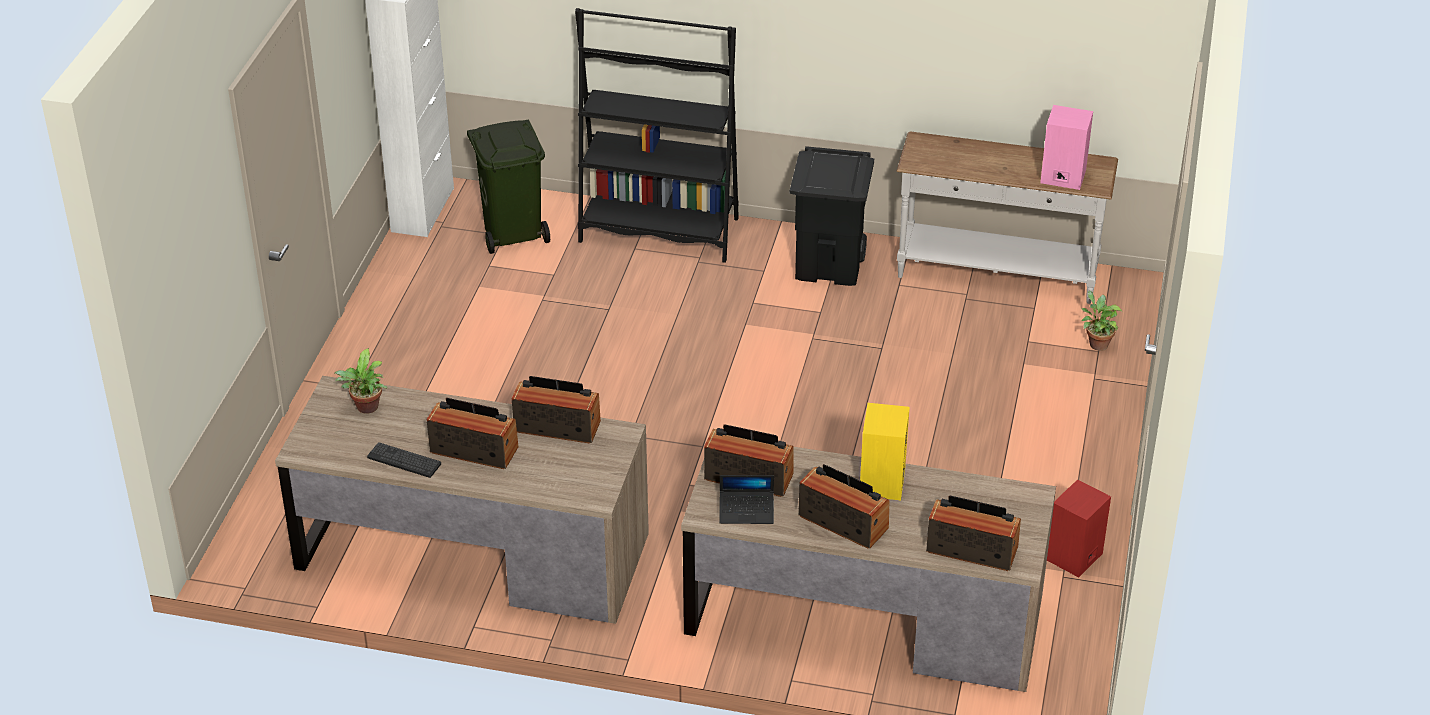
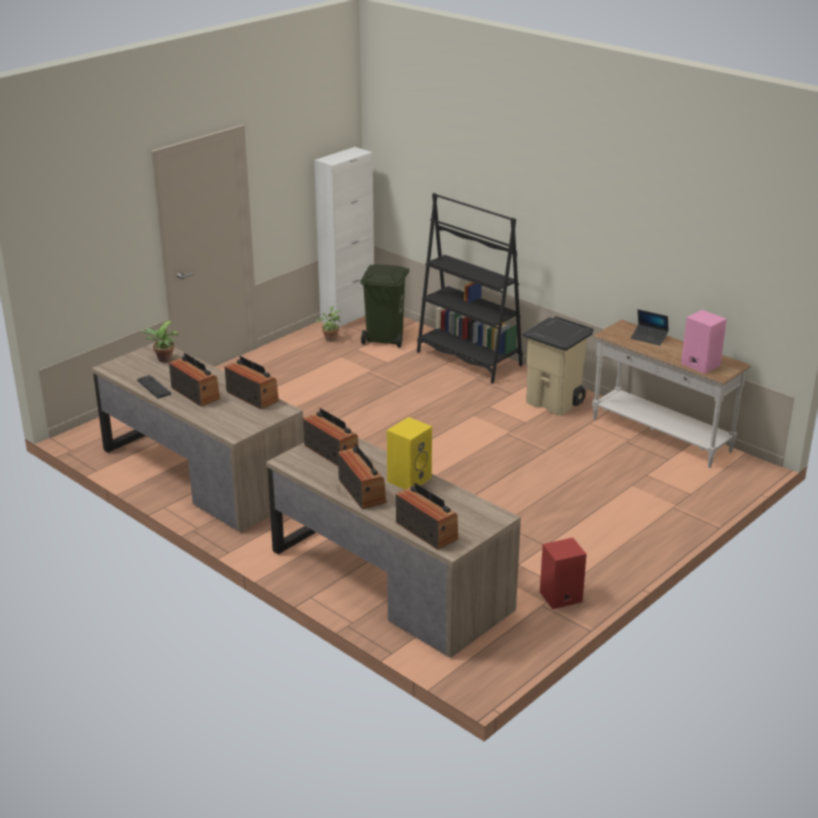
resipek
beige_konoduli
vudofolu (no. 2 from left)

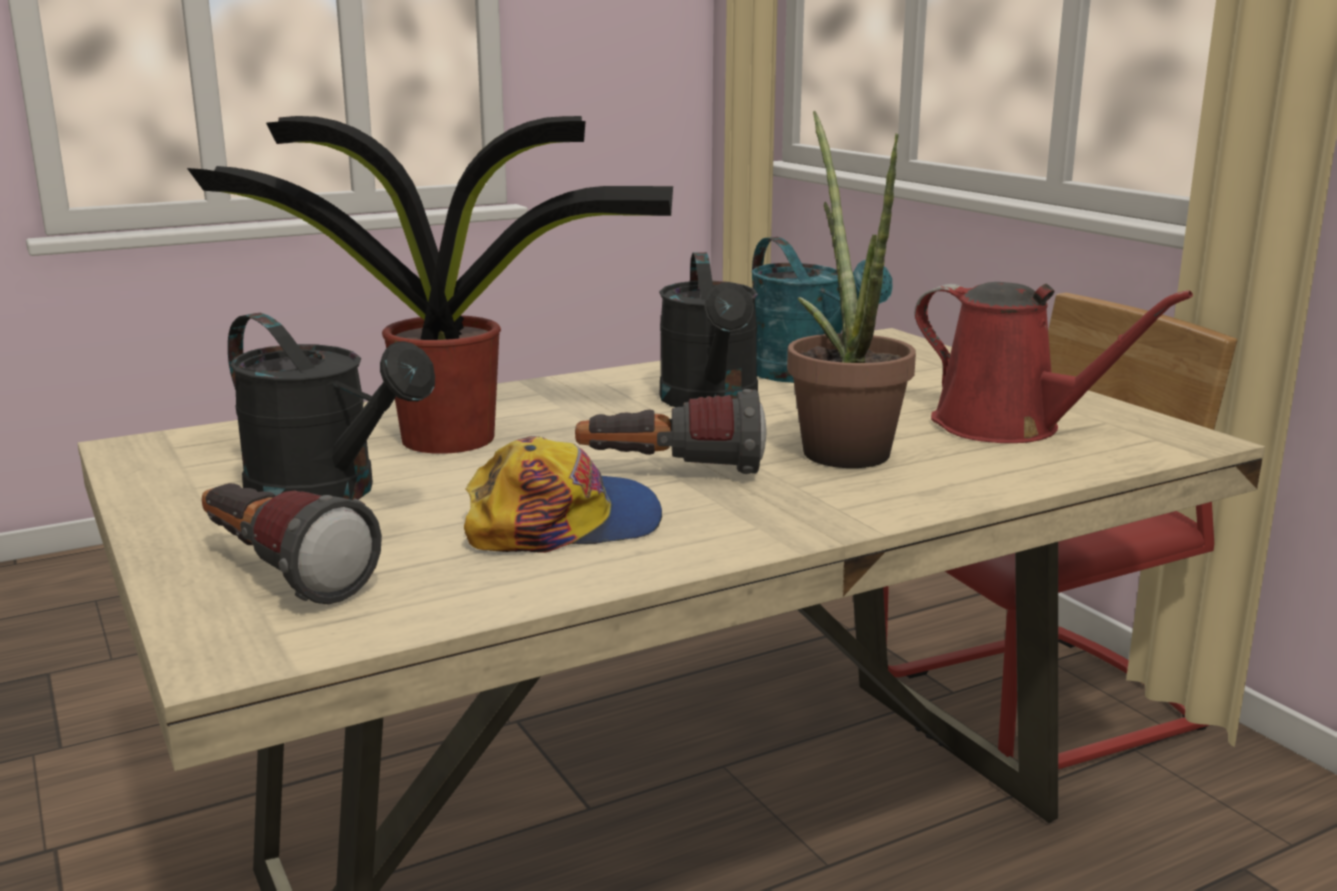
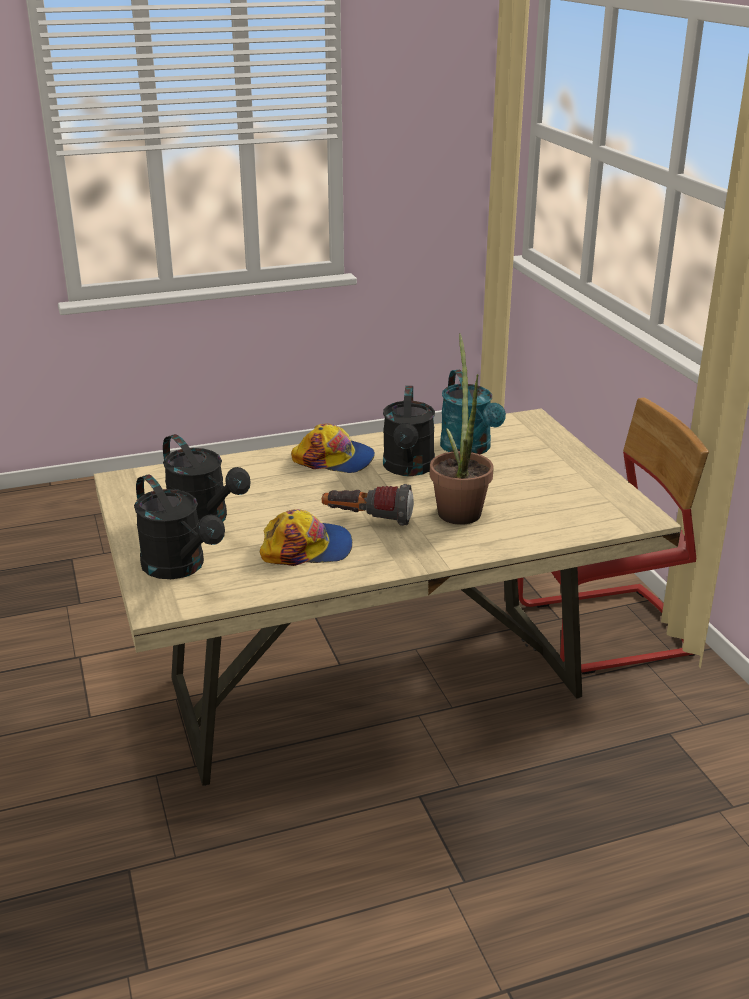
vudofolu (no. 1 from left in the first image)
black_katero (no. 1 from left)
red_katero
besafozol (no. 2 from left)

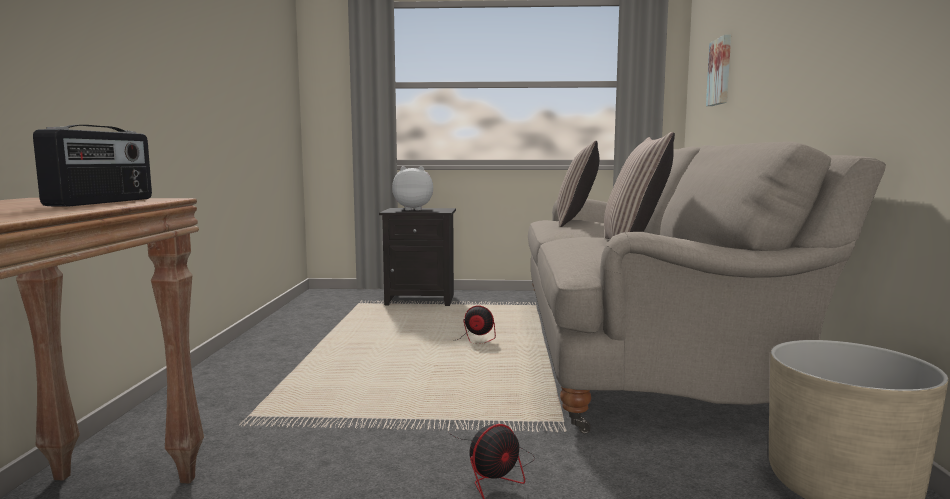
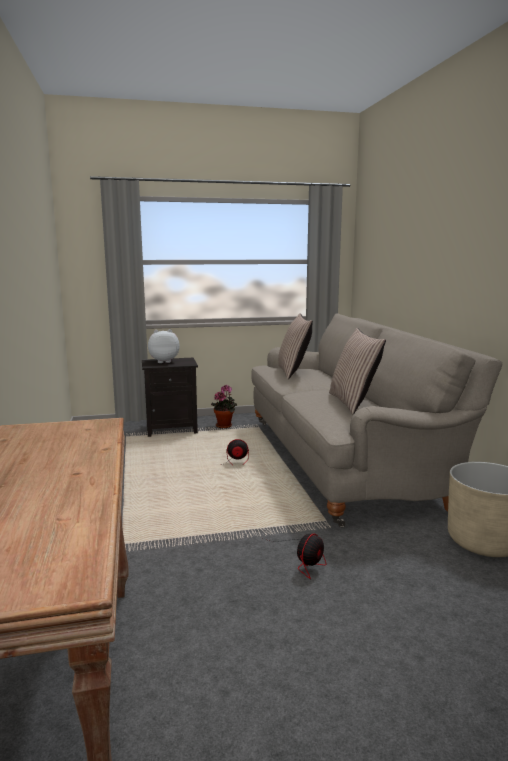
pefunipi
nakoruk
vudofolu

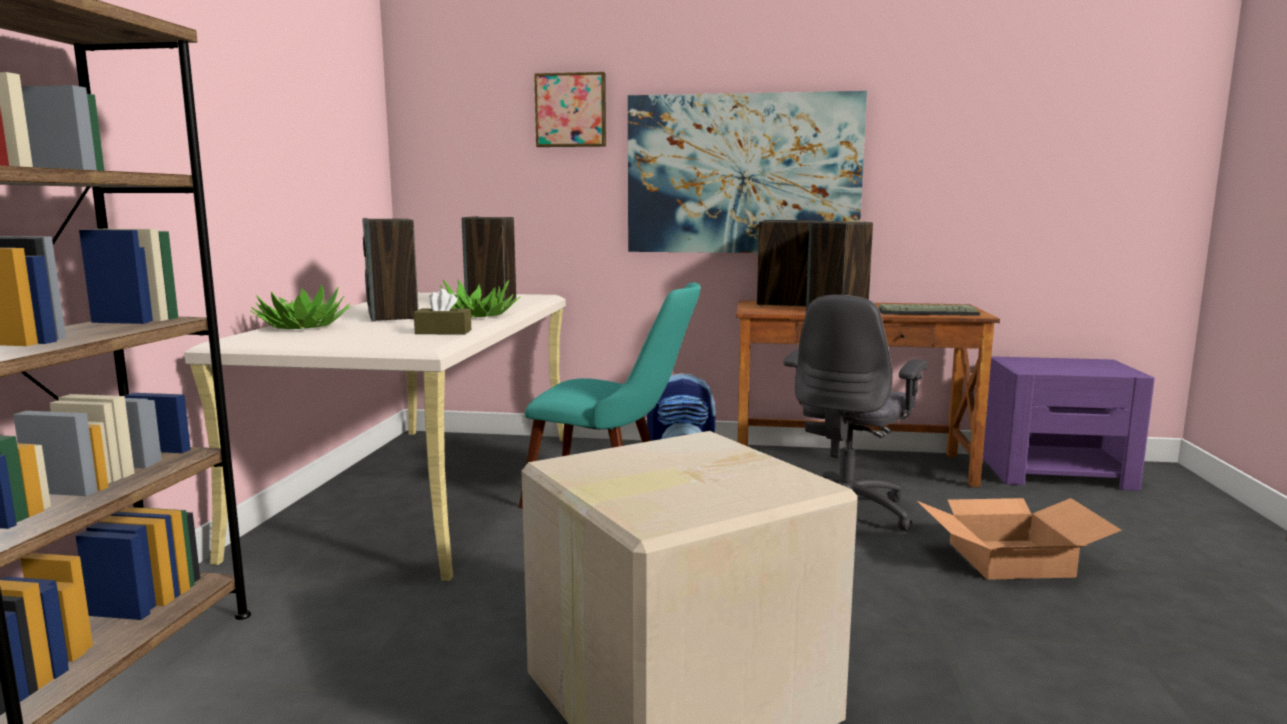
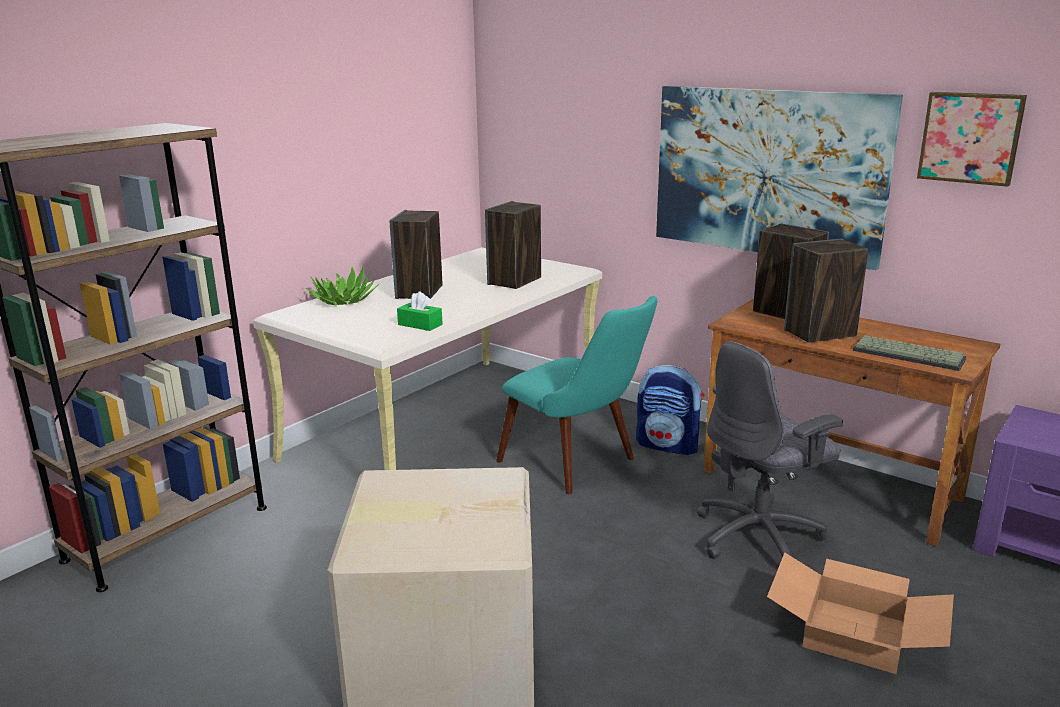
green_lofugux
vudofolu (no. 2 from left in the first image)
nakoruk (no. 2 from left)

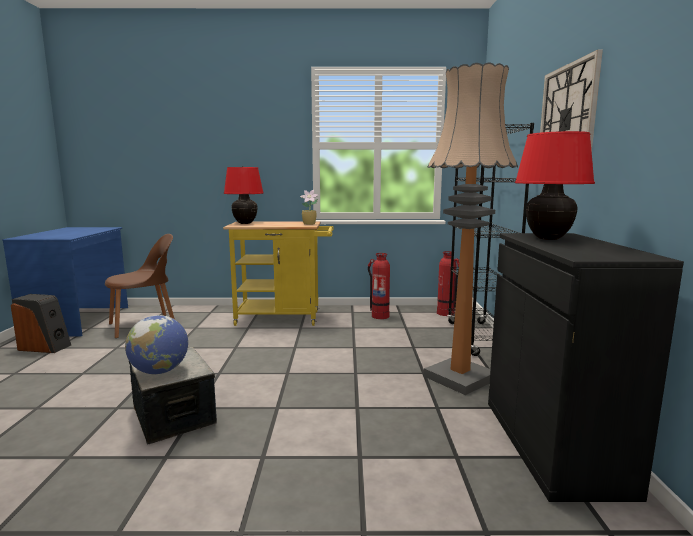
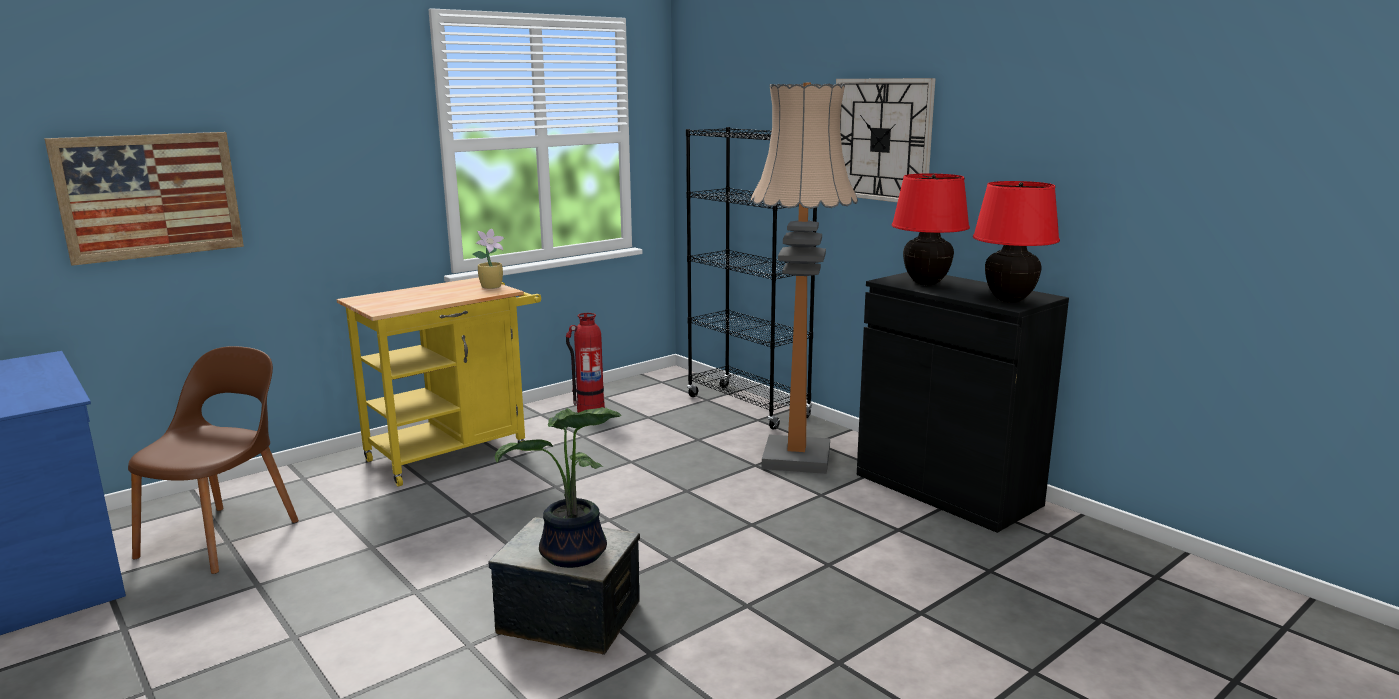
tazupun
vudofolu (no. 2 from left)
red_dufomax (no. 2 from left)
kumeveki (no. 2 from left in the first image)
nakoruk

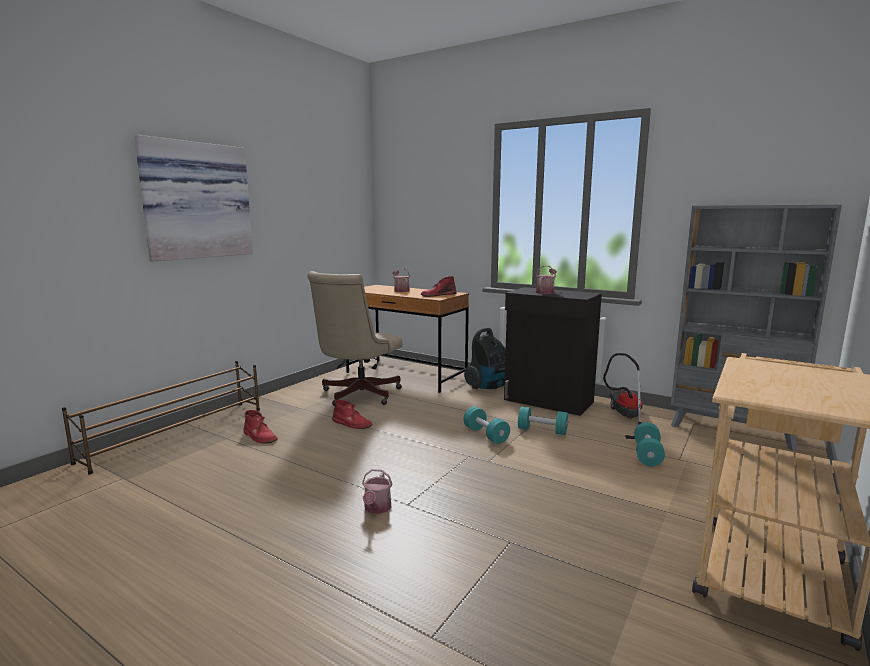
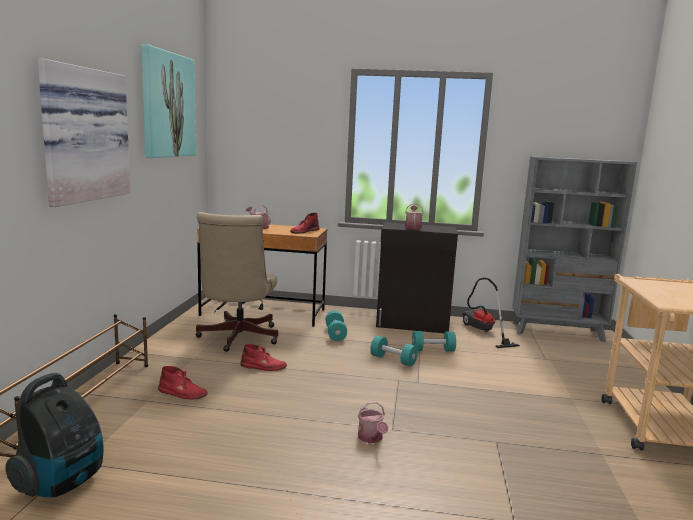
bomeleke (no. 1 from left)
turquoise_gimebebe (no. 1 from left)
nakoruk (no. 2 from left)

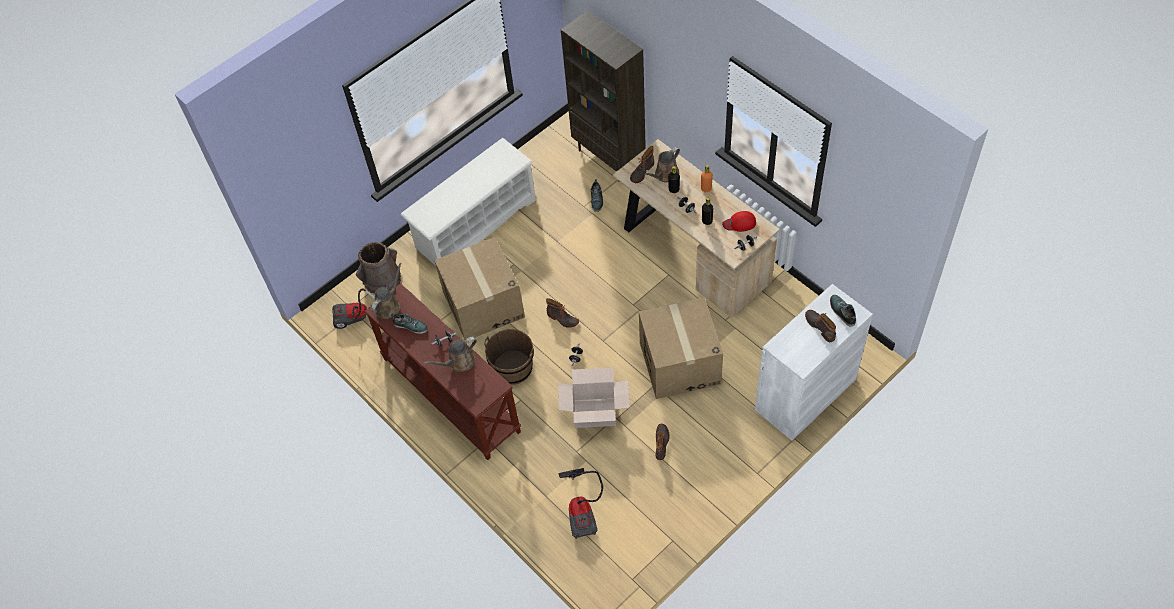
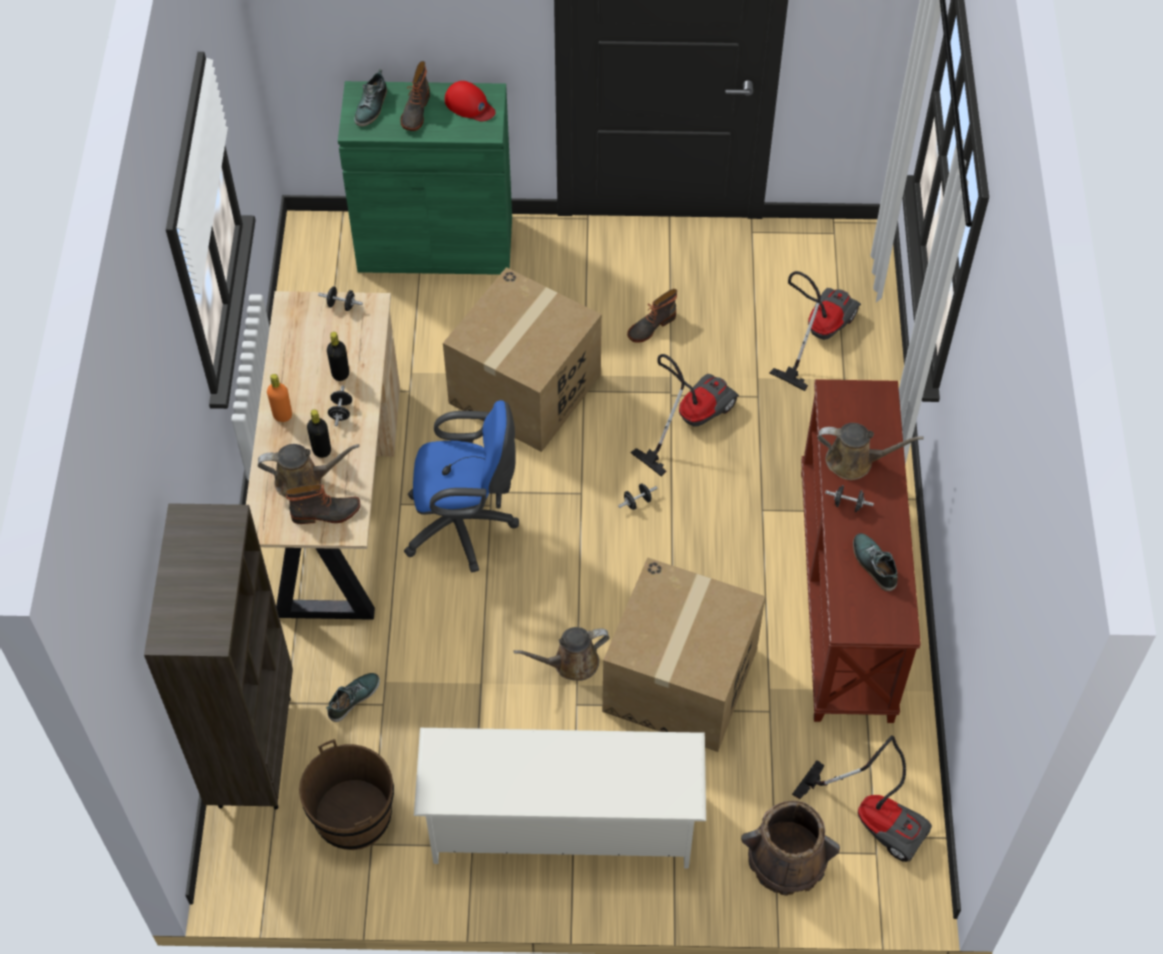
brown_katero (no. 2 from left)
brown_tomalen (no. 1 from left)
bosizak (no. 1 from left in the first image)
bomeleke (no. 1 from left)
red_besafozol
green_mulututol
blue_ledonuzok

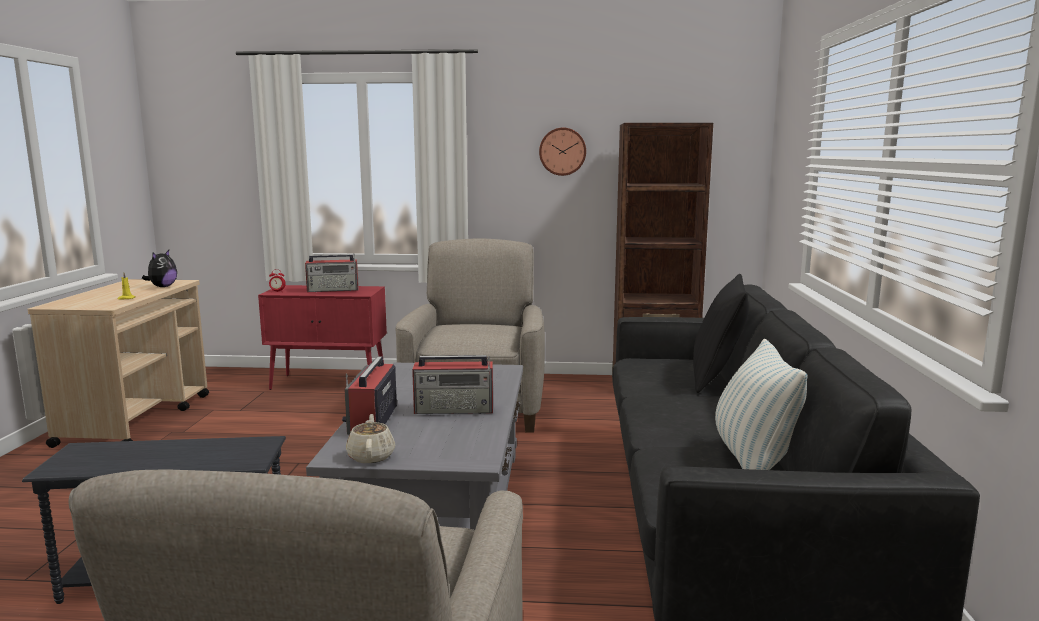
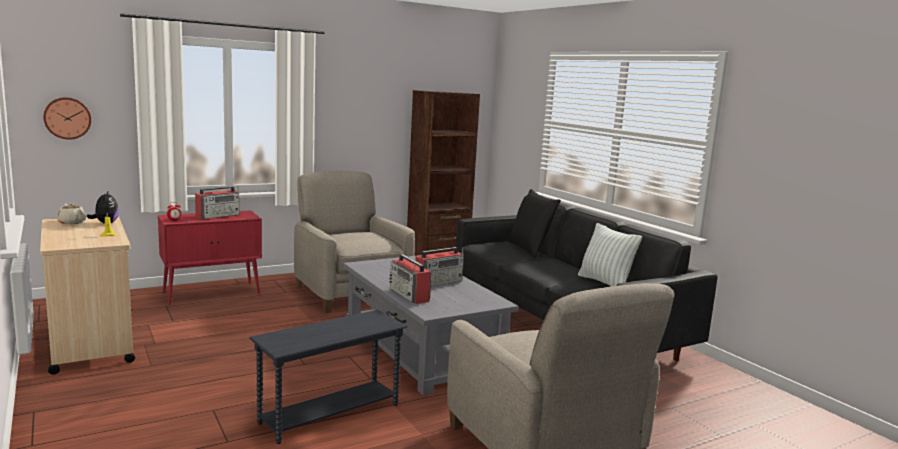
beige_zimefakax
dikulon

